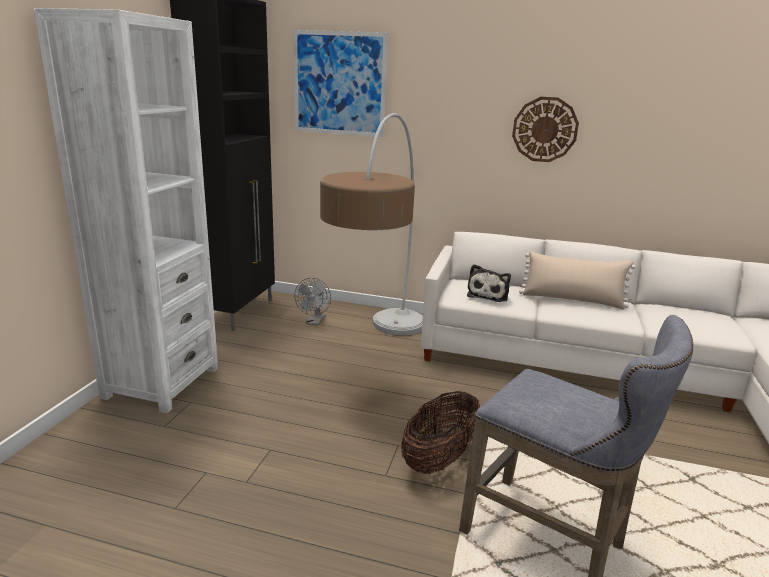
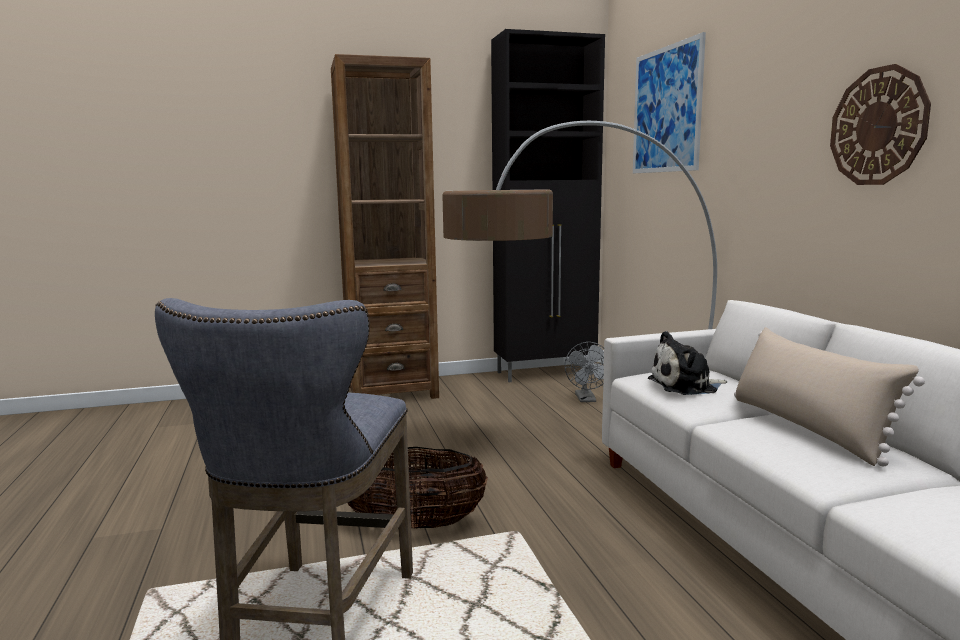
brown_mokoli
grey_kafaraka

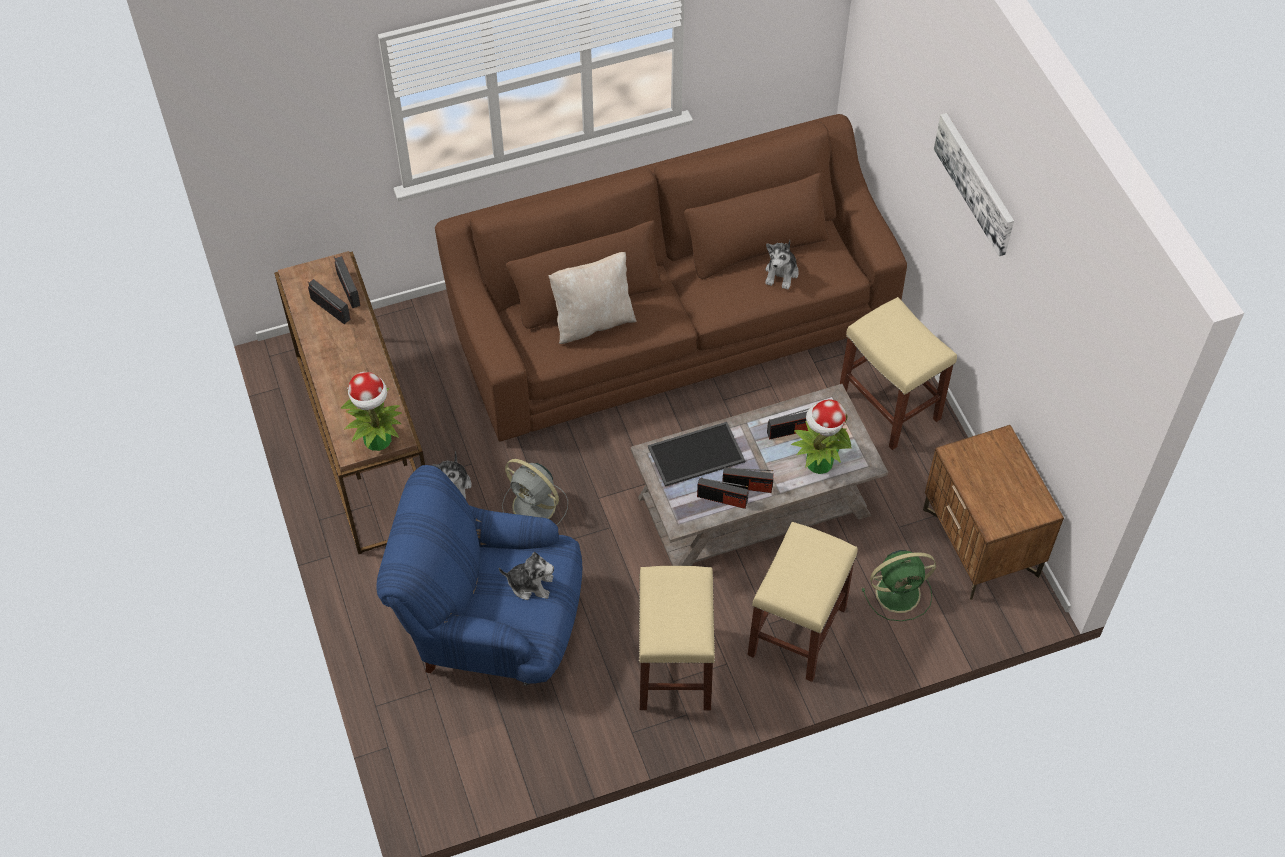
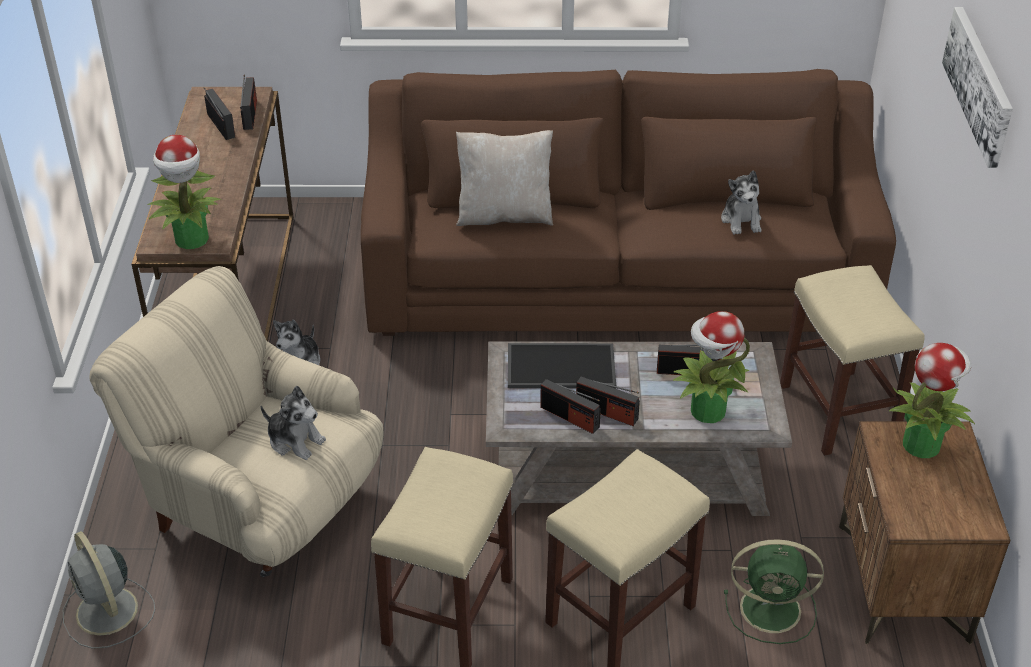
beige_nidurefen
grey_kafaraka
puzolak (no. 3 from left)
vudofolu (no. 3 from left)

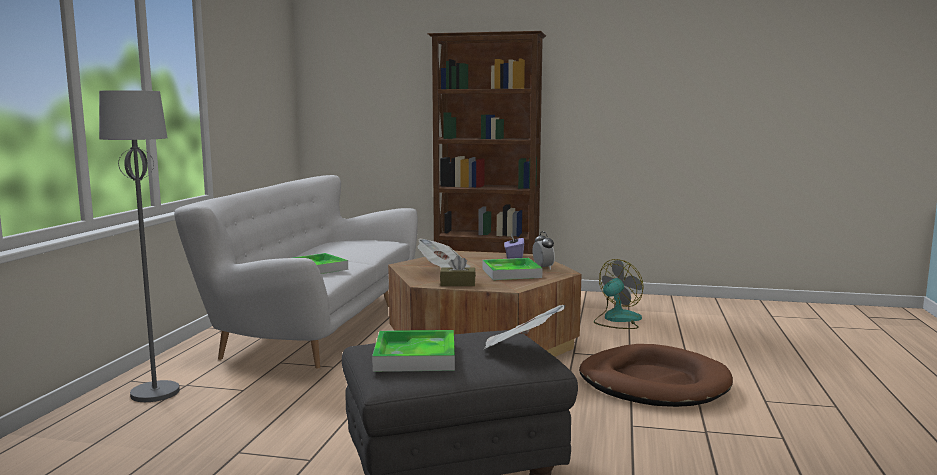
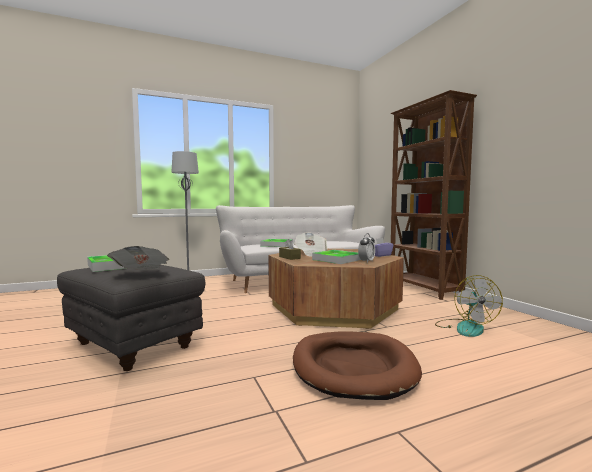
kafaraka

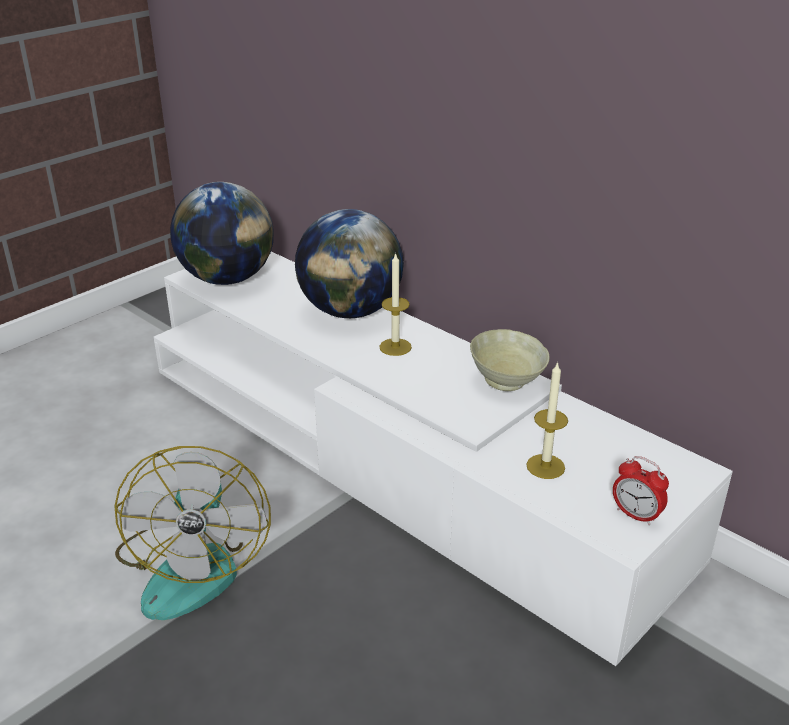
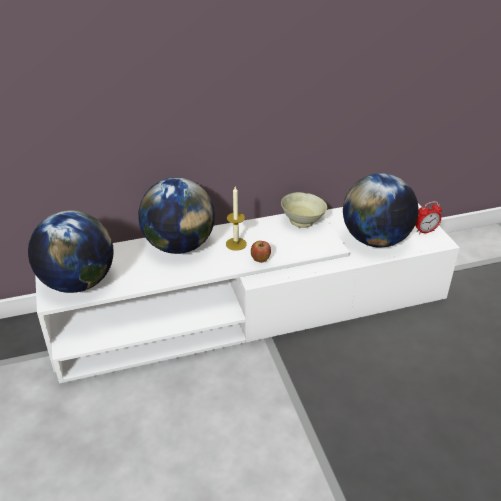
kafaraka
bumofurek (no. 3 from left)
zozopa

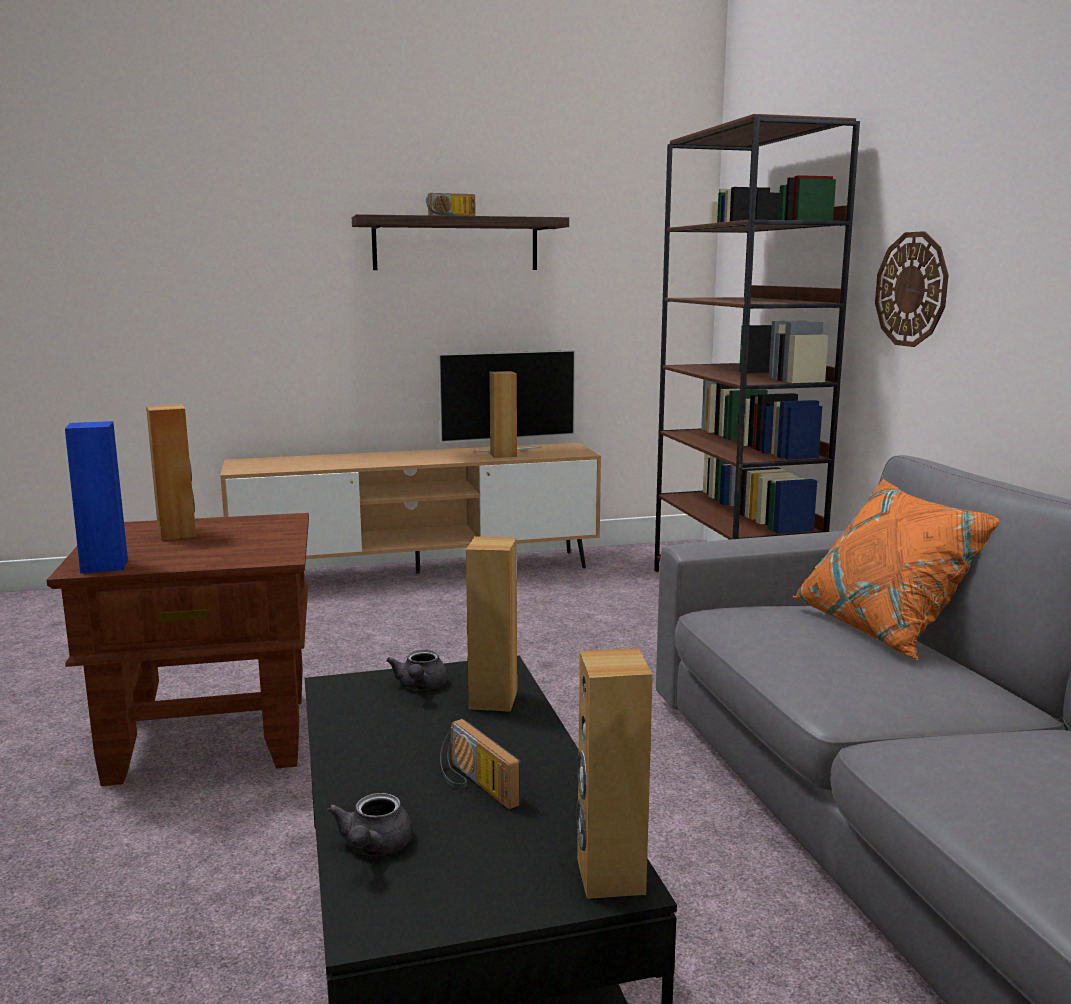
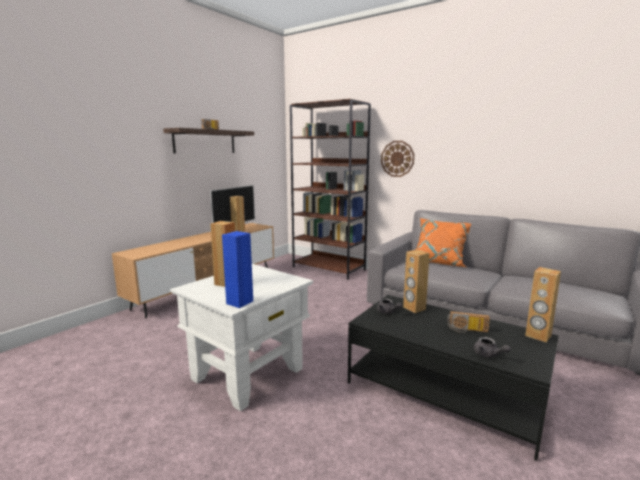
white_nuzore

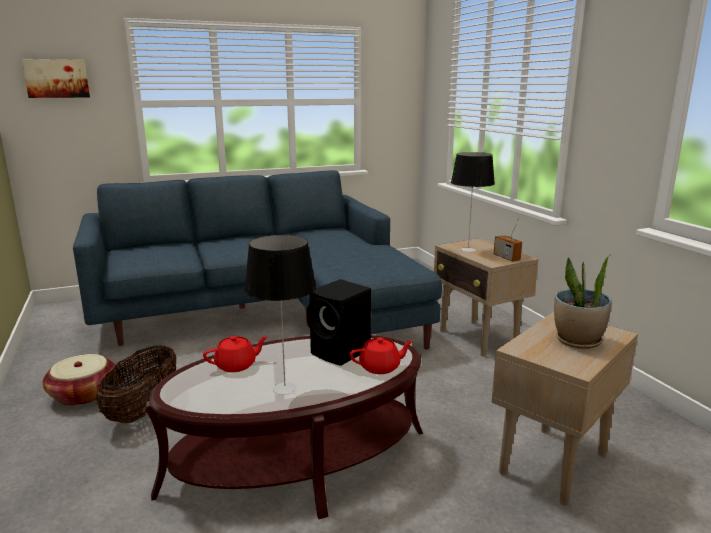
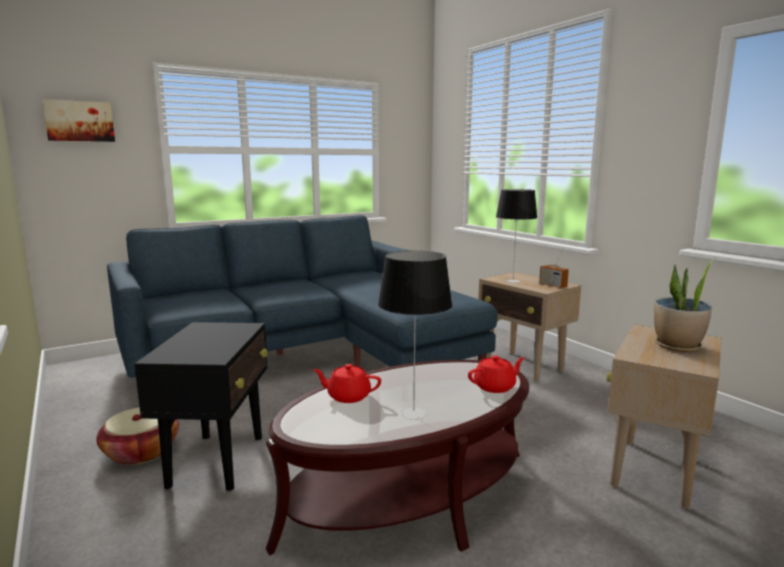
black_nuzore
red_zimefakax (no. 1 from left)
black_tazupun

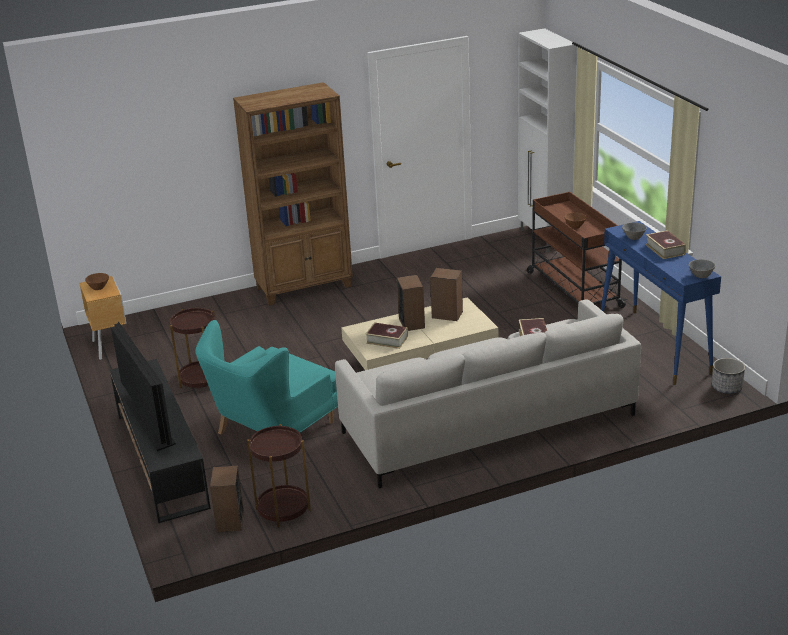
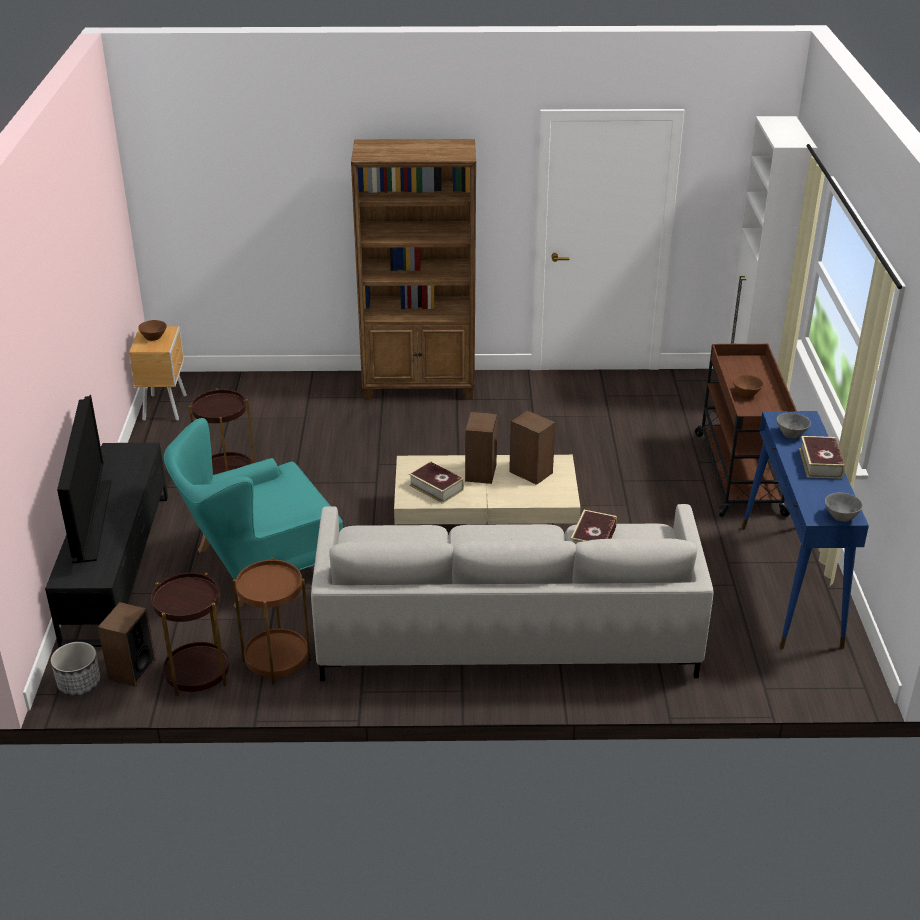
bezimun
brown_nuzore (no. 3 from left)

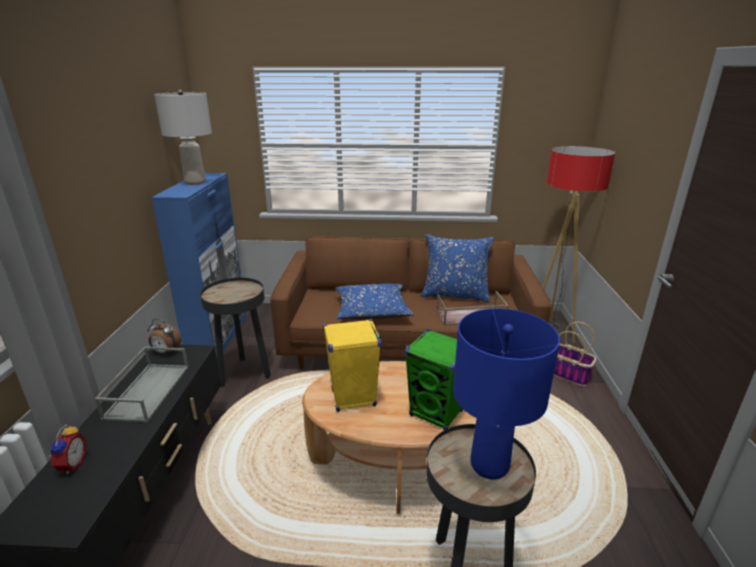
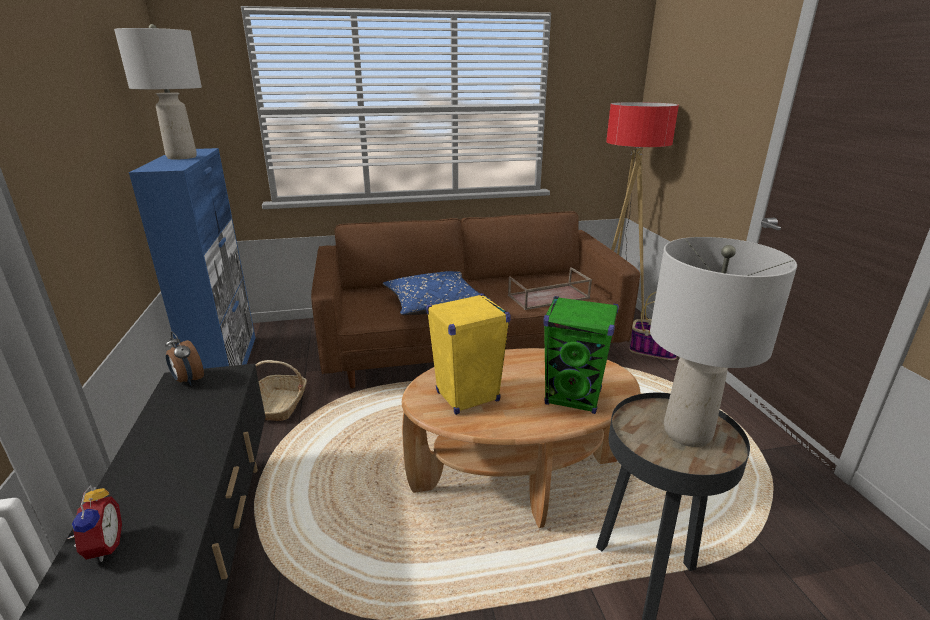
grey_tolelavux
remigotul (no. 2 from left)
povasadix (no. 1 from left)
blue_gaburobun (no. 2 from left in the first image)
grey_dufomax (no. 2 from left)

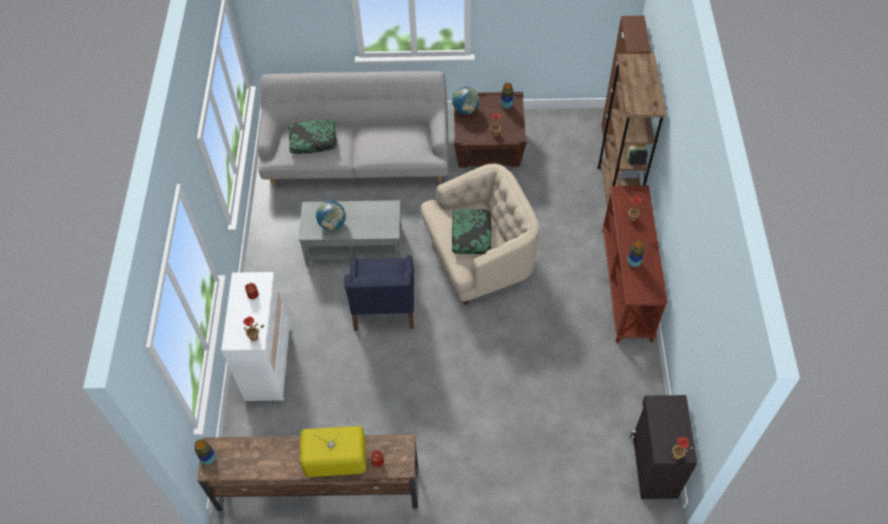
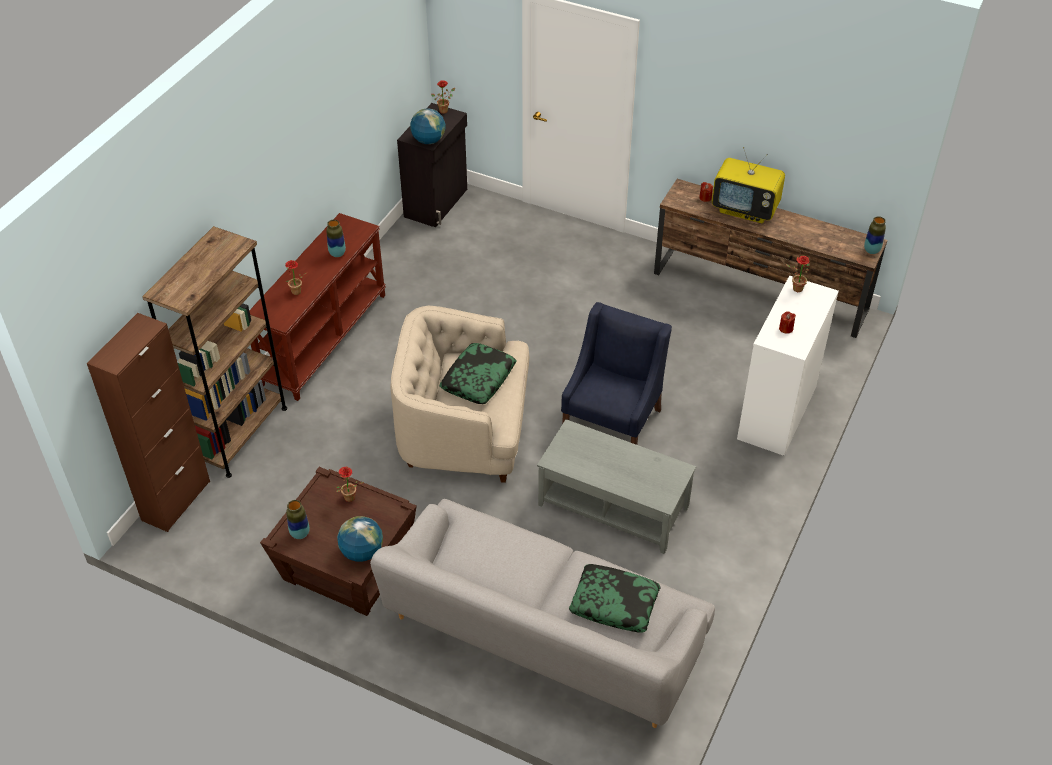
bumofurek (no. 2 from left)

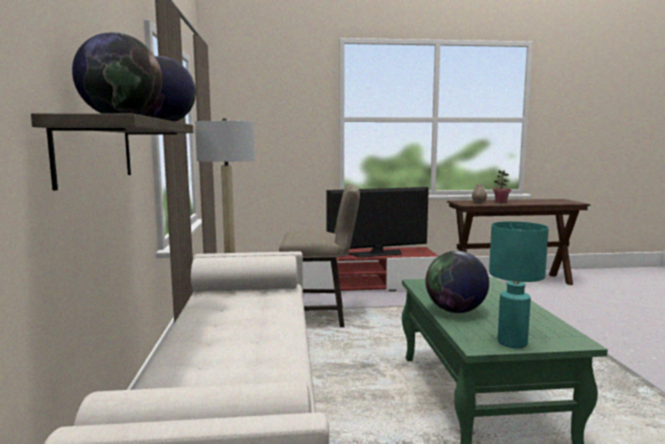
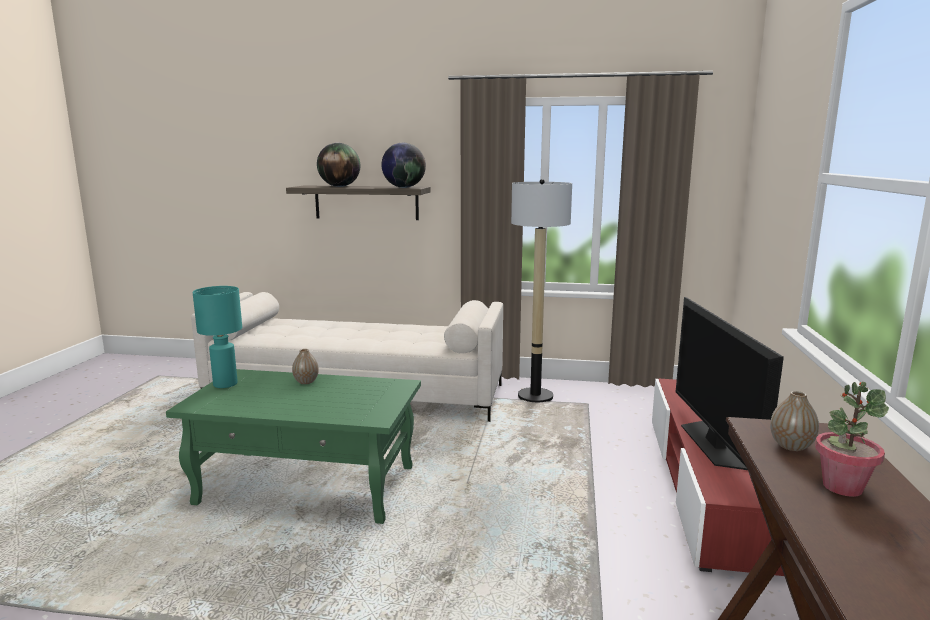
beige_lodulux
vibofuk (no. 1 from left)

